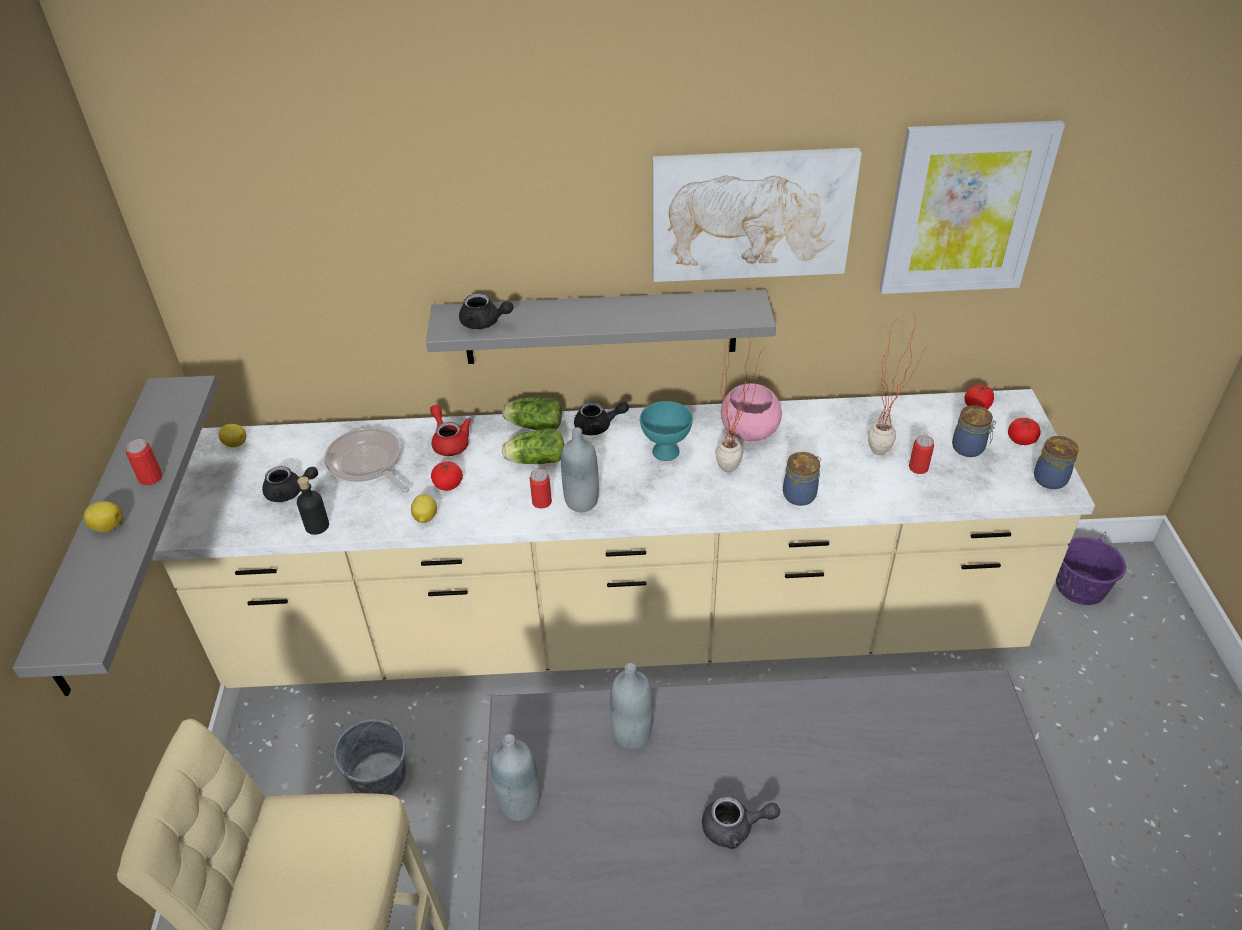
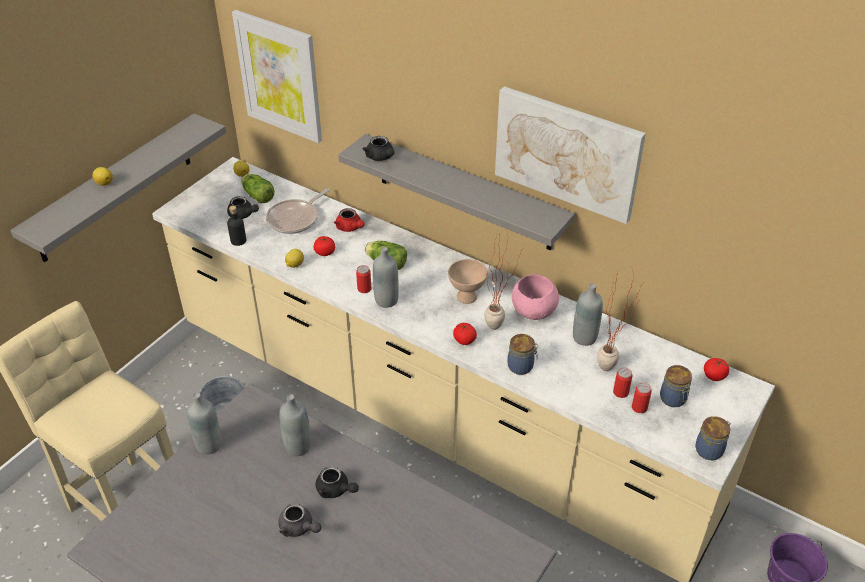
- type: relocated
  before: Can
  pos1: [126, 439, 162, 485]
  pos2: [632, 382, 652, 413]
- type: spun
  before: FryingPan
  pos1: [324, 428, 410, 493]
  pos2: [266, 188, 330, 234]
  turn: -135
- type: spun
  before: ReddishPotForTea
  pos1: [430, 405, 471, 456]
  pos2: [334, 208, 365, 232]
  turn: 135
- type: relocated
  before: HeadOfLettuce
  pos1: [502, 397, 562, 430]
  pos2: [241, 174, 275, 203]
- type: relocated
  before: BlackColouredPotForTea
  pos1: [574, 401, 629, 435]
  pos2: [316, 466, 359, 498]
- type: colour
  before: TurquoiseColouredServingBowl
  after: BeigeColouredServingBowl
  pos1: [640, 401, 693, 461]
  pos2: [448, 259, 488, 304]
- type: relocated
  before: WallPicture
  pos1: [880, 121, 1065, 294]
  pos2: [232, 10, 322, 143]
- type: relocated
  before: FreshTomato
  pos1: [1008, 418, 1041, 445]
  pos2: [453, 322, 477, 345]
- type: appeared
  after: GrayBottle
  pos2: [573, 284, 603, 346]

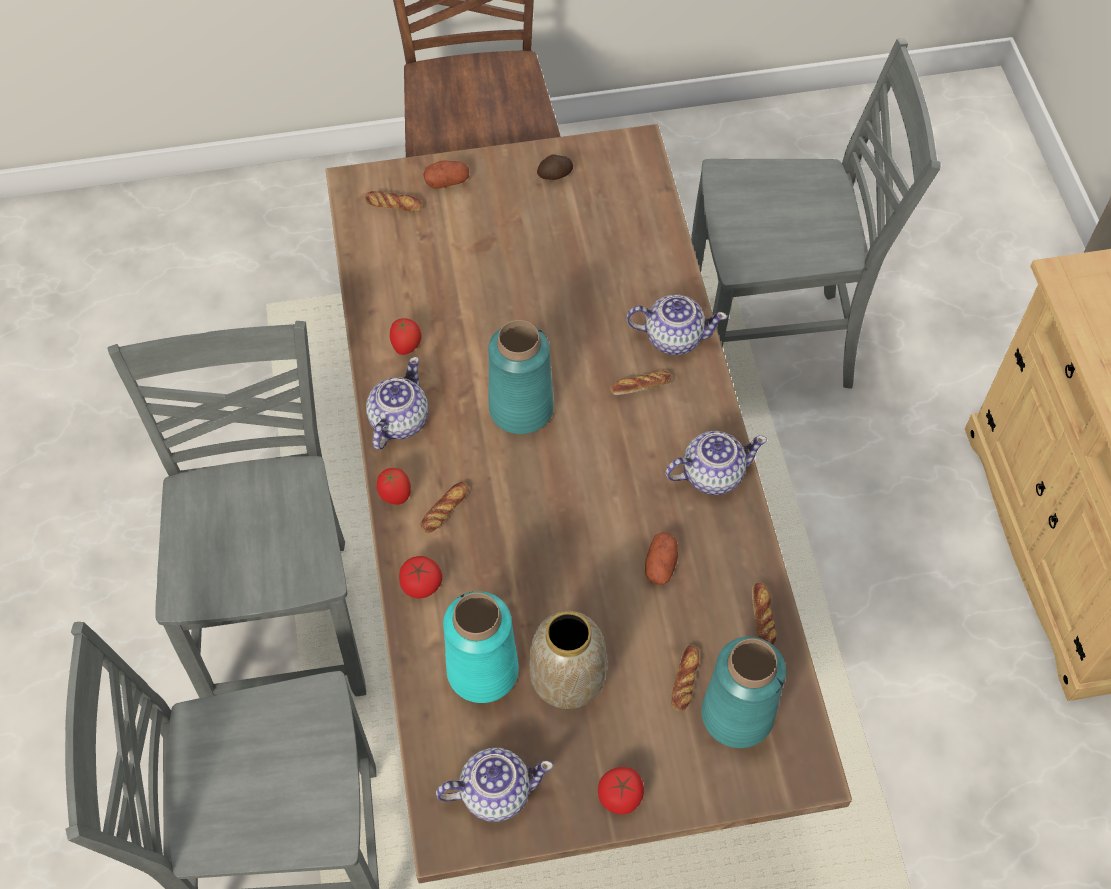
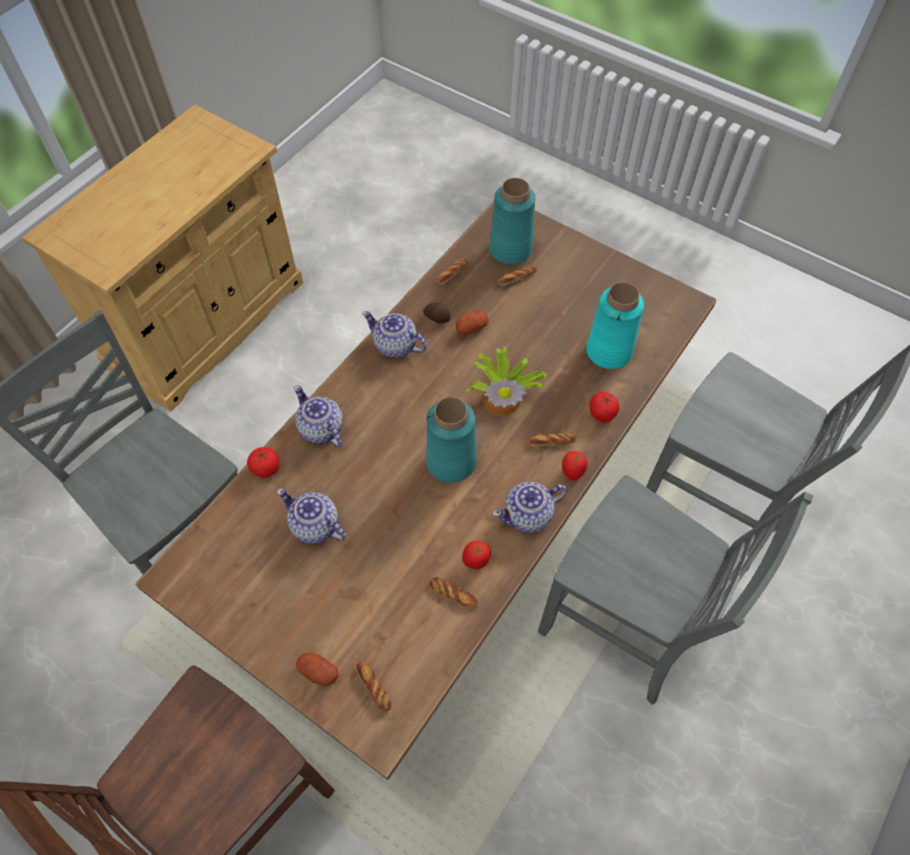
- type: spun
  before: GrayUprightChair
  pos1: [107, 321, 366, 698]
  pos2: [538, 475, 813, 705]
  turn: -90
- type: relocated
  before: PotForTea
  pos1: [436, 748, 553, 822]
  pos2: [277, 488, 347, 544]
- type: missing
  before: DecorativeVase
  pos1: [529, 611, 607, 709]
- type: relocated
  before: WholePotato
  pos1: [537, 155, 573, 180]
  pos2: [423, 302, 451, 324]
- type: relocated
  before: FreshTomato
  pos1: [598, 767, 644, 815]
  pos2: [247, 447, 280, 477]
- type: relocated
  before: BakeryBread
  pos1: [610, 370, 672, 395]
  pos2: [429, 577, 478, 609]
- type: appeared
  after: Houseplant
  pos2: [466, 346, 547, 416]

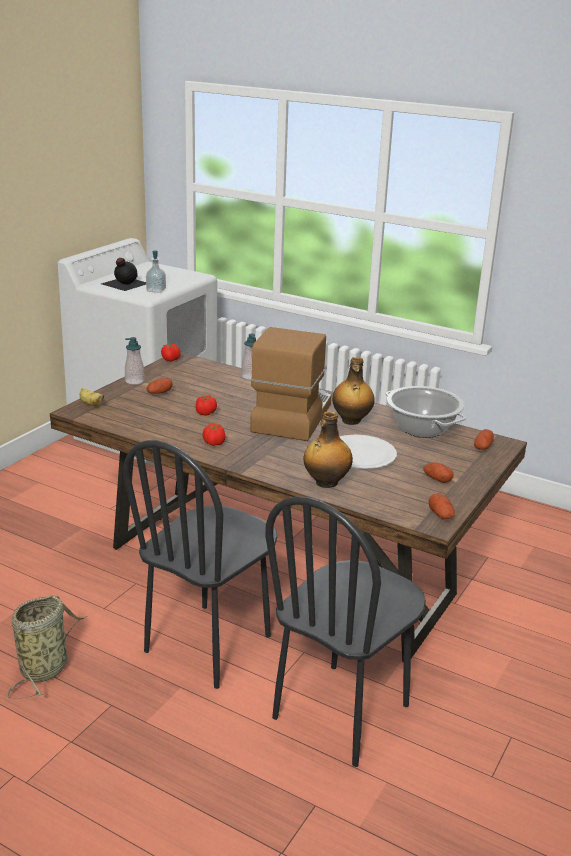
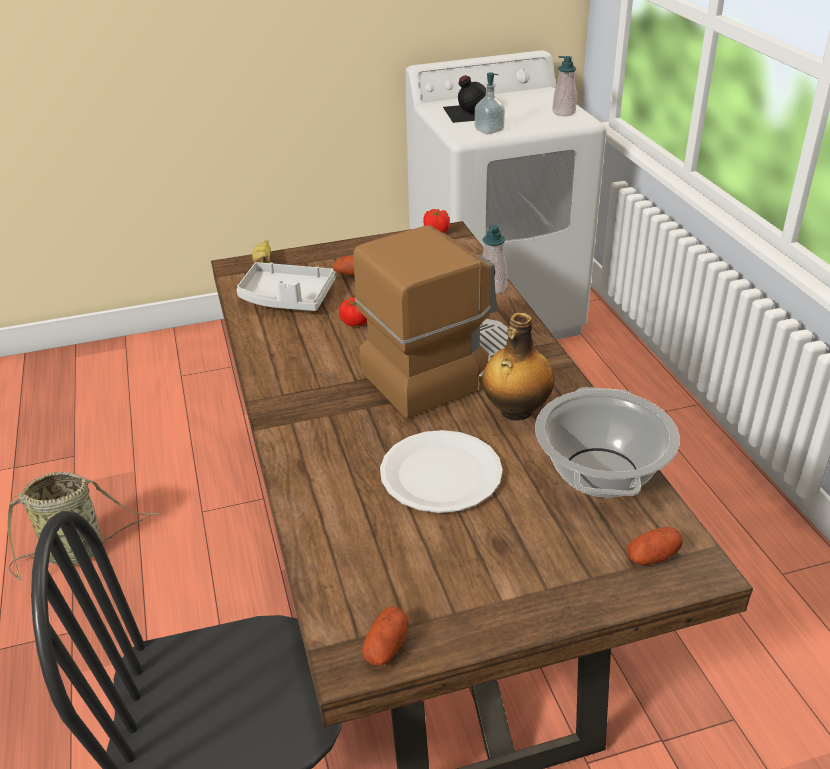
- type: missing
  before: BlackColouredUprightChair
  pos1: [123, 440, 277, 689]
- type: relocated
  before: SoapBottle
  pos1: [125, 337, 145, 385]
  pos2: [552, 56, 577, 116]
- type: missing
  before: FreshTomato
  pos1: [202, 424, 225, 446]
- type: missing
  before: Bottle
  pos1: [303, 411, 353, 488]
- type: missing
  before: WholePotato
  pos1: [424, 462, 454, 483]
- type: appeared
  after: GrayServingTray
  pos2: [236, 262, 335, 311]

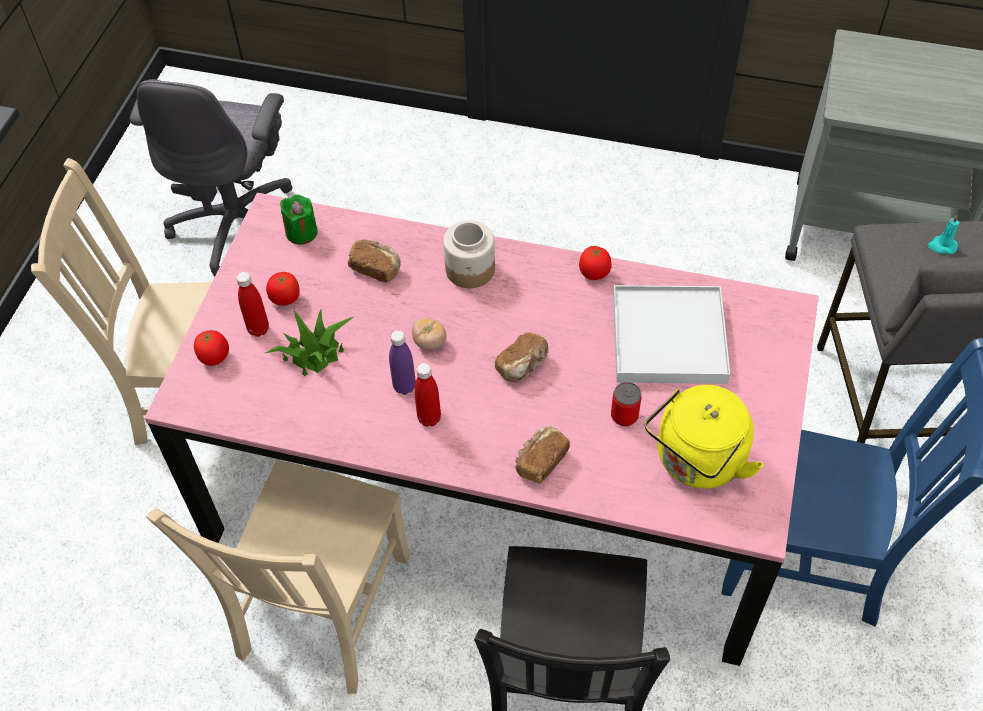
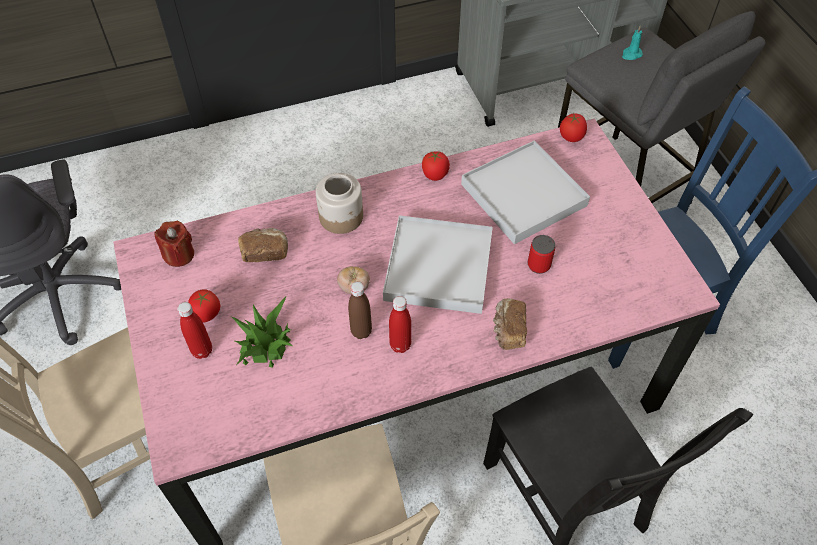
- type: relocated
  before: FreshTomato
  pos1: [194, 330, 229, 366]
  pos2: [560, 112, 587, 142]
- type: colour
  before: GreenColouredWaxCandle
  after: ReddishWaxCandle
  pos1: [280, 195, 318, 245]
  pos2: [154, 221, 194, 267]
- type: colour
  before: PurpleColouredBottle
  after: BrownColouredBottle
  pos1: [389, 330, 416, 395]
  pos2: [348, 282, 372, 339]
- type: exchanged
  before: BakeryBread
  after: WhiteColouredServingTray
  pos1: [495, 332, 549, 382]
  pos2: [383, 215, 493, 314]
- type: missing
  before: YellowTeaKettle
  pos1: [645, 385, 763, 489]

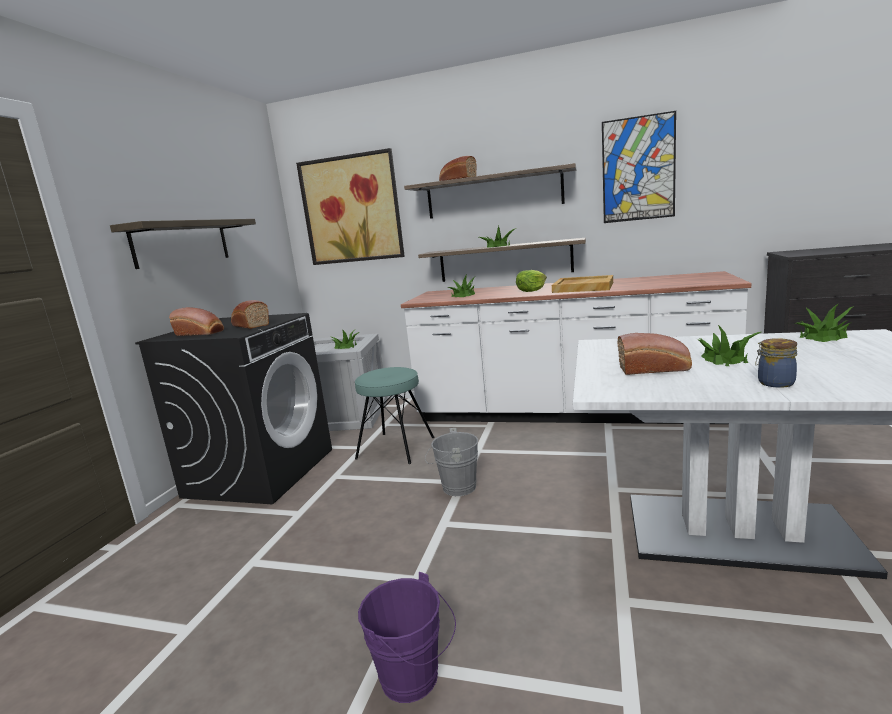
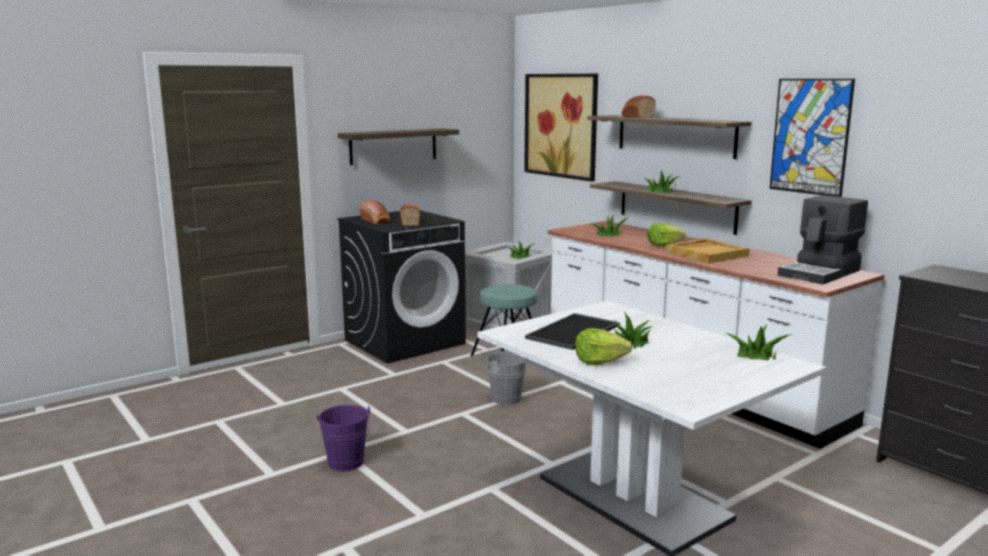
- type: exchanged
  before: BakeryBread
  after: ServingTray
  pos1: [617, 333, 692, 375]
  pos2: [525, 313, 620, 350]
- type: exchanged
  before: StorageJar
  after: HeadOfLettuce
  pos1: [755, 338, 797, 388]
  pos2: [575, 328, 632, 365]
- type: appeared
  after: CoffeeBrewer
  pos2: [778, 195, 868, 285]

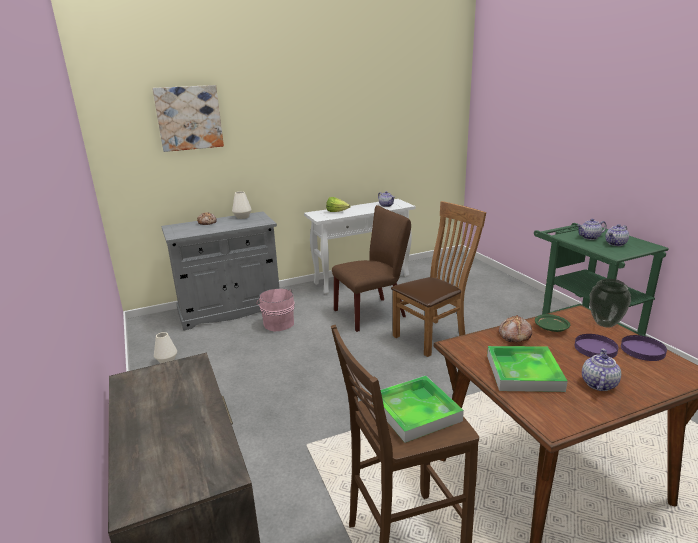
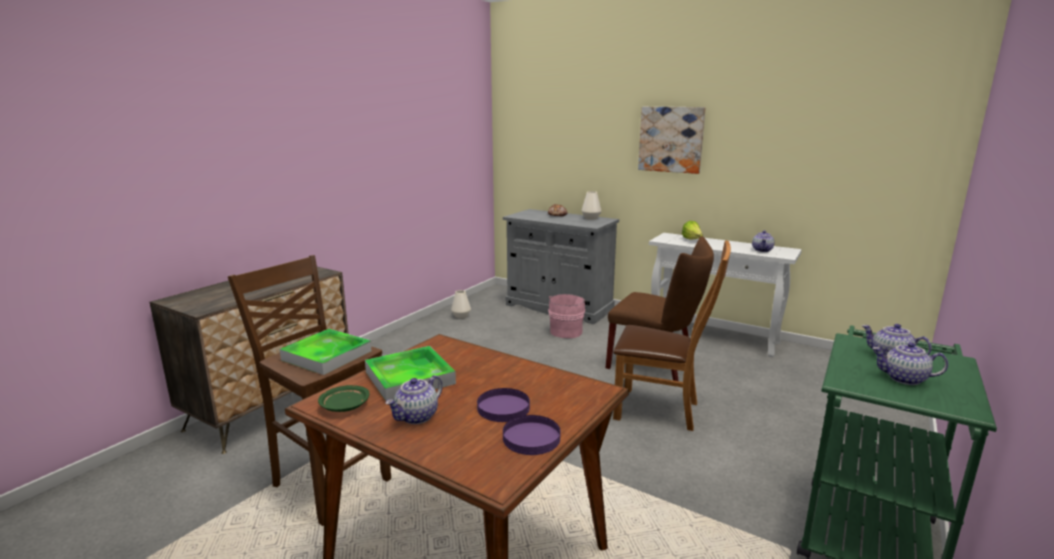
- type: relocated
  before: WallPicture
  pos1: [152, 85, 224, 152]
  pos2: [638, 107, 706, 174]
- type: missing
  before: BakeryBread
  pos1: [499, 315, 532, 342]
- type: relocated
  before: GreenColouredPlate
  pos1: [535, 314, 570, 332]
  pos2: [318, 385, 369, 412]
- type: spun
  before: PotForTea
  pos1: [582, 349, 621, 391]
  pos2: [385, 375, 443, 424]
  turn: 135
- type: missing
  before: DecorativeVase
  pos1: [590, 279, 631, 328]

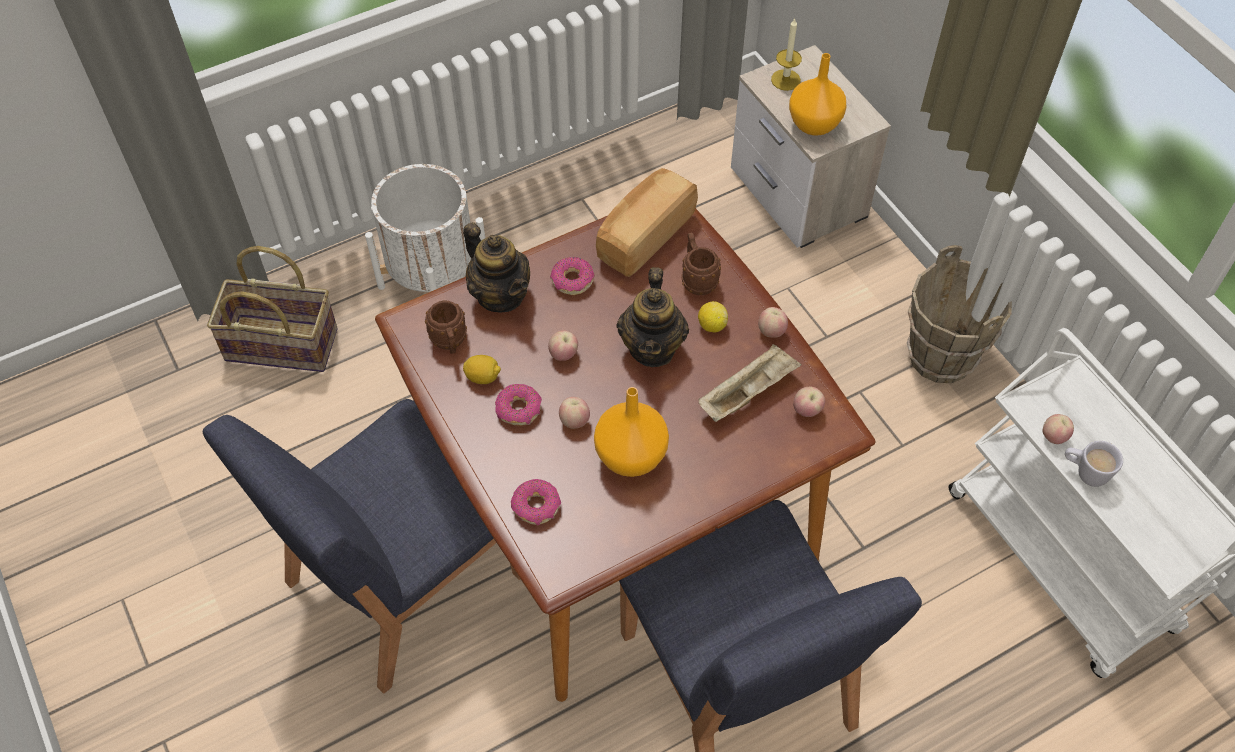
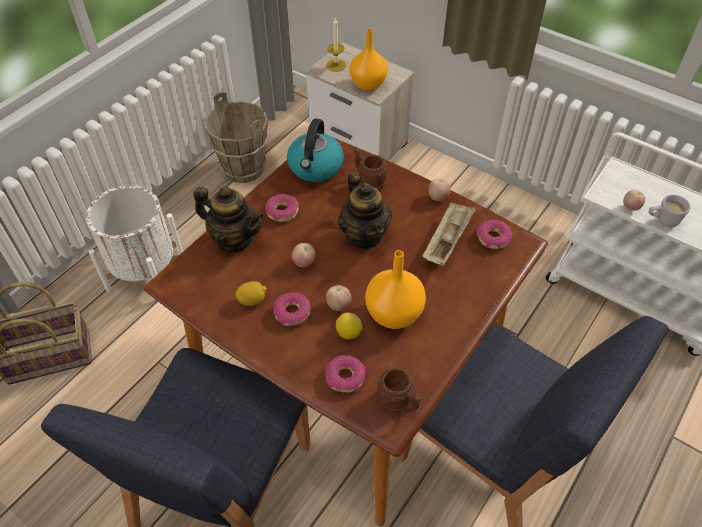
- type: relocated
  before: BrownColouredCoffeeMug
  pos1: [425, 301, 467, 354]
  pos2: [377, 368, 421, 413]
- type: exchanged
  before: BakeryBread
  after: TeaKettle
  pos1: [596, 168, 698, 277]
  pos2: [287, 119, 344, 182]
- type: relocated
  before: Lemon
  pos1: [698, 301, 728, 332]
  pos2: [336, 312, 362, 340]
- type: exchanged
  before: Apple
  after: Donut
  pos1: [793, 387, 825, 417]
  pos2: [476, 219, 512, 249]
- type: relocated
  before: BrownColouredWaterBucket
  pos1: [907, 245, 1012, 383]
  pos2: [205, 92, 269, 183]

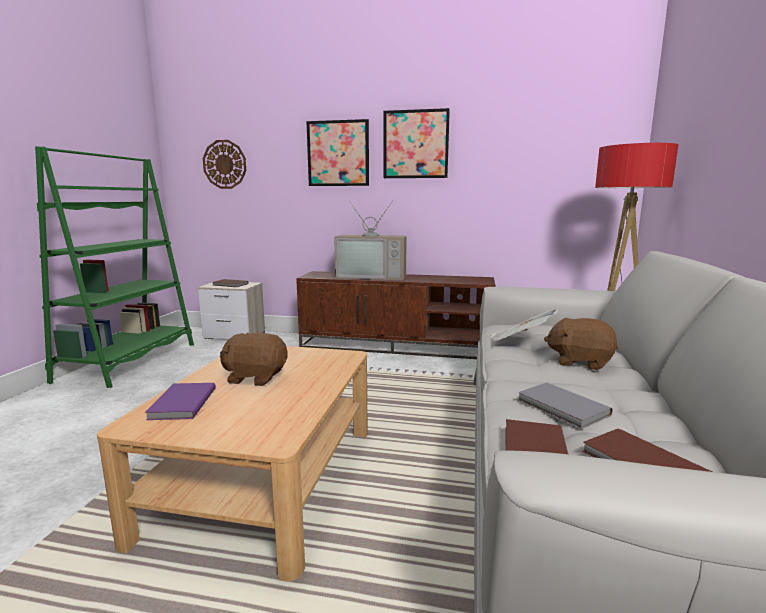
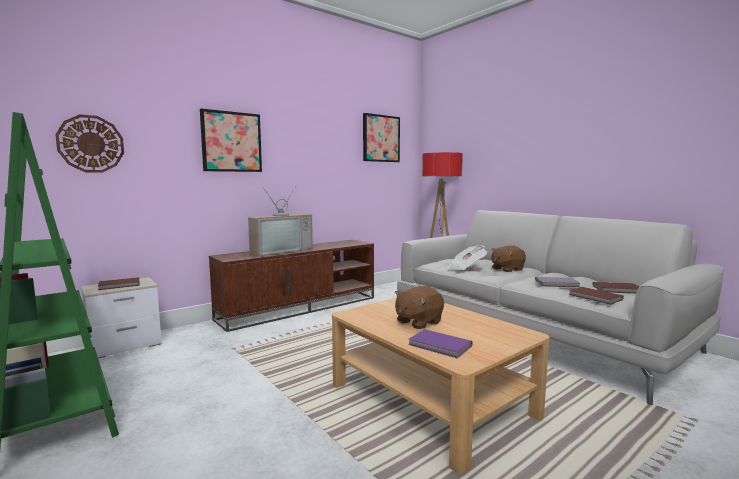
- type: relocated
  before: WallPicture
  pos1: [384, 108, 450, 178]
  pos2: [363, 113, 400, 162]

